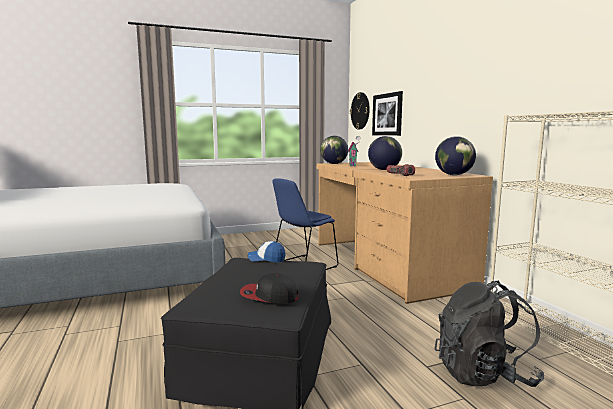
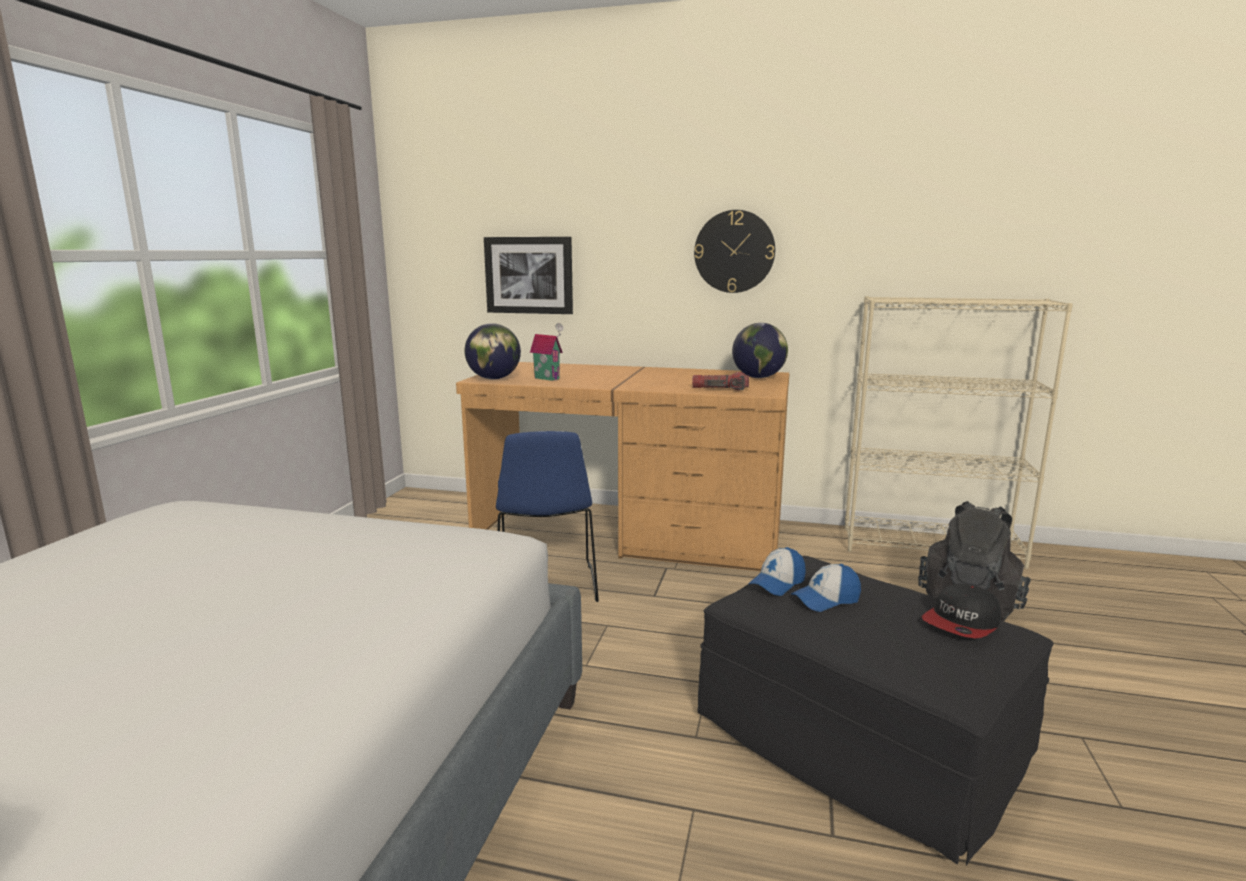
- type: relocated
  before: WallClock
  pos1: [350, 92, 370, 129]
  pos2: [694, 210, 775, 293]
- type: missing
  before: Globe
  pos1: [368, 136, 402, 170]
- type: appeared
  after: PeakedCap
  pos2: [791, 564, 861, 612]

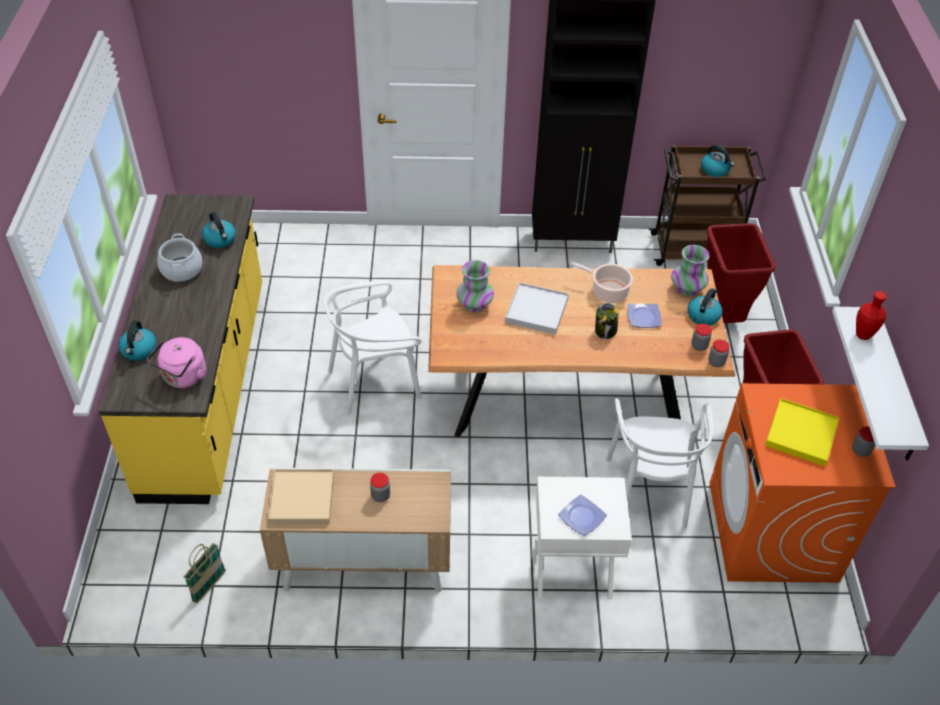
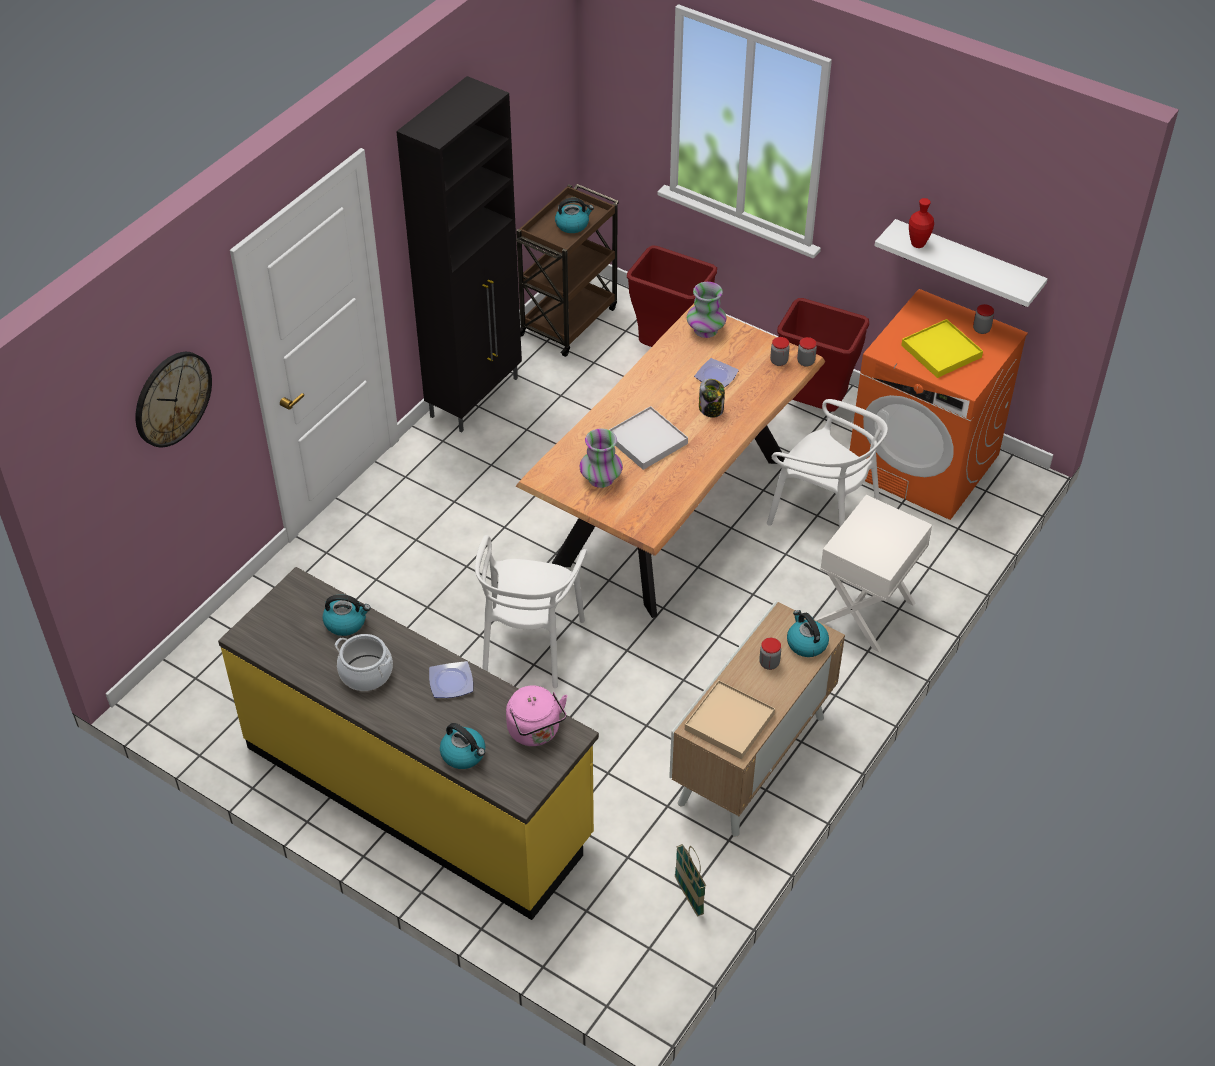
- type: relocated
  before: Plate
  pos1: [558, 495, 607, 536]
  pos2: [429, 661, 473, 698]
- type: missing
  before: Saucepot
  pos1: [570, 262, 633, 303]
- type: relocated
  before: TeaKettle
  pos1: [688, 288, 722, 325]
  pos2: [787, 610, 829, 657]
- type: appeared
  after: WallClock
  pos2: [136, 352, 212, 447]

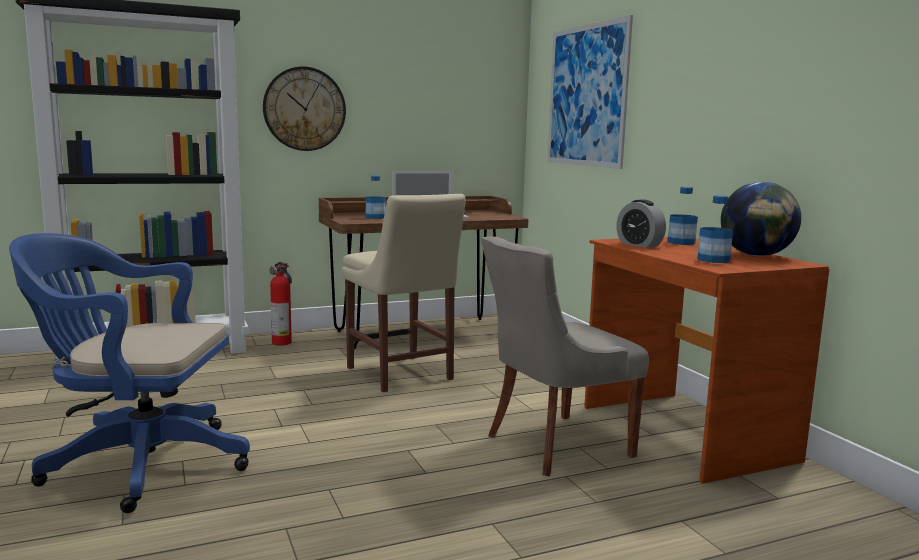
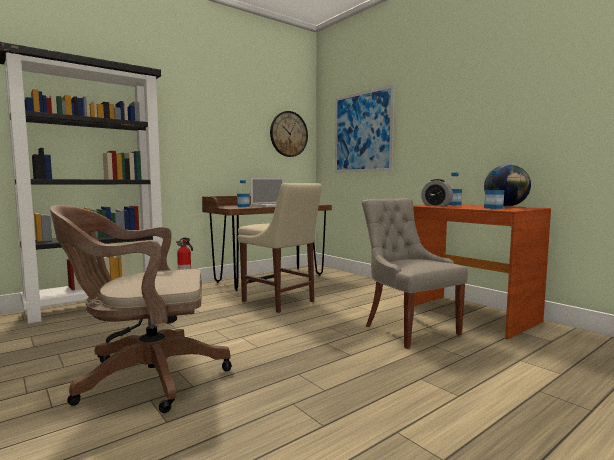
- type: colour
  before: BluishComputerChair
  after: BrownColouredComputerChair
  pos1: [9, 233, 250, 513]
  pos2: [50, 205, 232, 413]
- type: relocated
  before: WallClock
  pos1: [263, 66, 346, 151]
  pos2: [270, 111, 308, 157]
- type: spun
  before: GrayUprightChair
  pos1: [481, 236, 649, 476]
  pos2: [362, 198, 468, 349]
  turn: 105

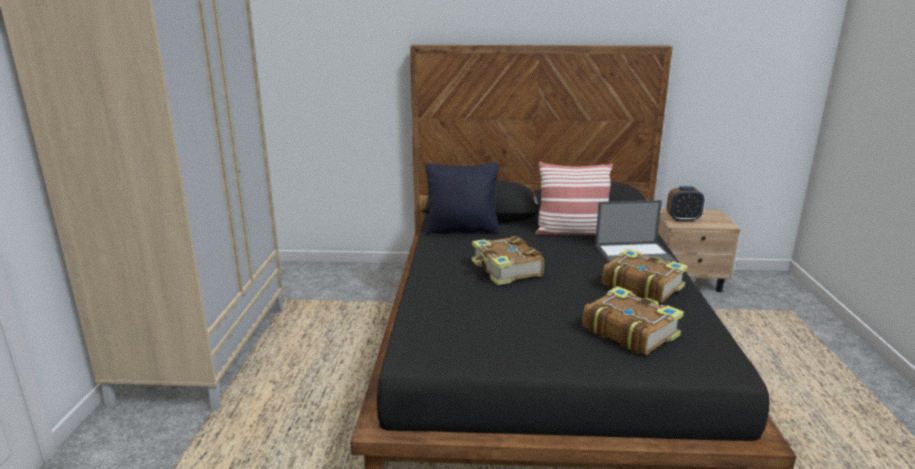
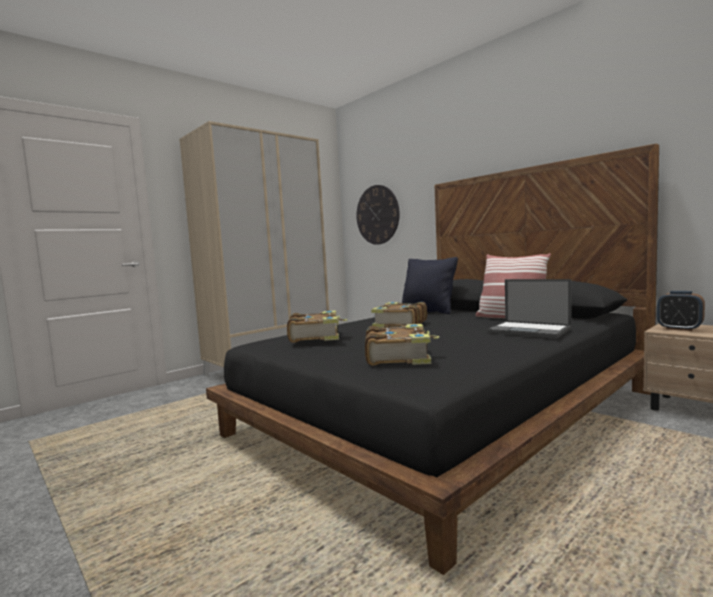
- type: relocated
  before: BoundBook
  pos1: [602, 249, 688, 303]
  pos2: [287, 310, 348, 343]
- type: appeared
  after: WallClock
  pos2: [356, 185, 400, 245]

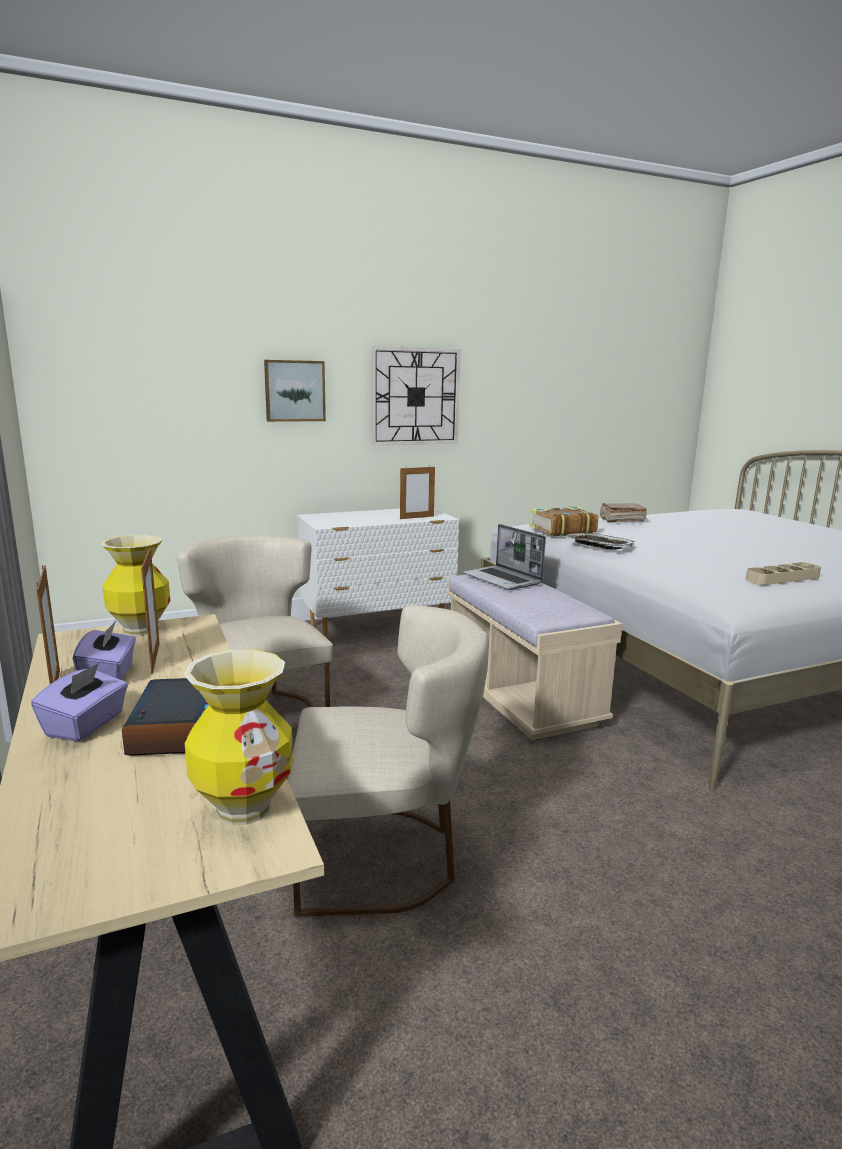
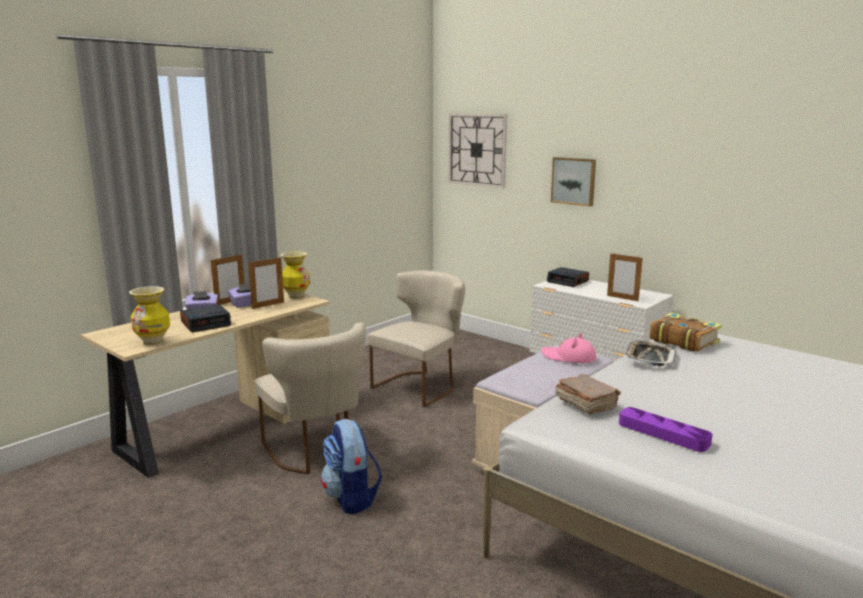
- type: relocated
  before: WallClock
  pos1: [371, 346, 461, 446]
  pos2: [448, 114, 507, 188]
- type: exchanged
  before: NotebookComputer
  after: PinkColouredWearableHat
  pos1: [463, 524, 546, 590]
  pos2: [541, 333, 596, 363]
- type: relocated
  before: BrownColouredBoundBook
  pos1: [600, 503, 647, 522]
  pos2: [555, 374, 621, 414]
- type: colour
  before: BeigeColouredServingTray
  after: PurpleColouredServingTray
  pos1: [746, 562, 821, 585]
  pos2: [619, 407, 712, 452]
- type: appeared
  after: Backpack
  pos2: [321, 419, 382, 514]
- type: appeared
  after: BedsideClock
  pos2: [547, 267, 589, 287]

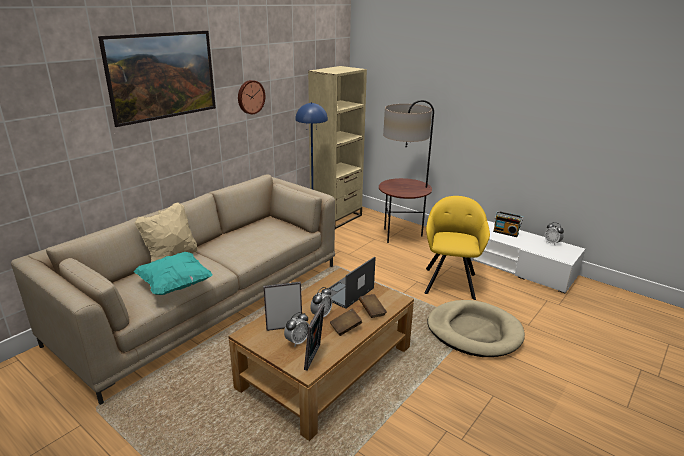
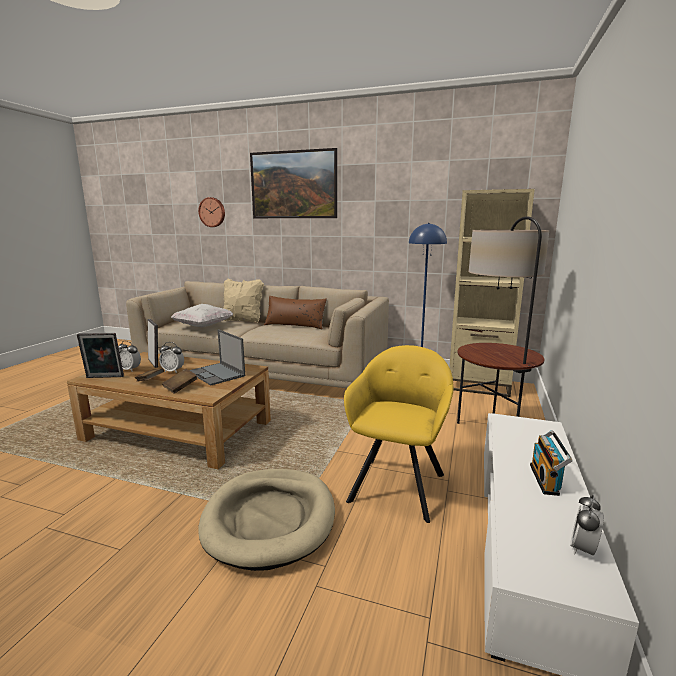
- type: colour
  before: TurquoiseColouredPillow
  after: WhiteColouredPillow
  pos1: [134, 252, 213, 295]
  pos2: [171, 304, 233, 327]
- type: relocated
  before: WallClock
  pos1: [238, 80, 265, 114]
  pos2: [198, 197, 225, 227]
- type: spun
  before: NotebookComputer
  pos1: [323, 256, 376, 309]
  pos2: [189, 329, 245, 386]
  turn: -150
- type: spun
  before: YellowLoungeChair
  pos1: [424, 196, 490, 300]
  pos2: [344, 345, 453, 523]
  turn: -60
- type: appeared
  after: BrownColouredPillow
  pos2: [264, 296, 327, 329]

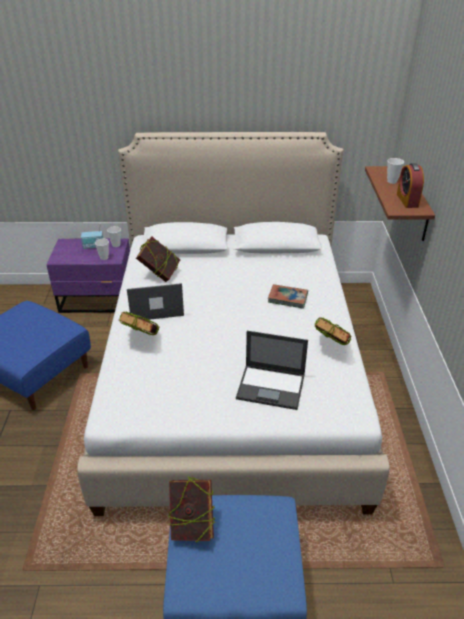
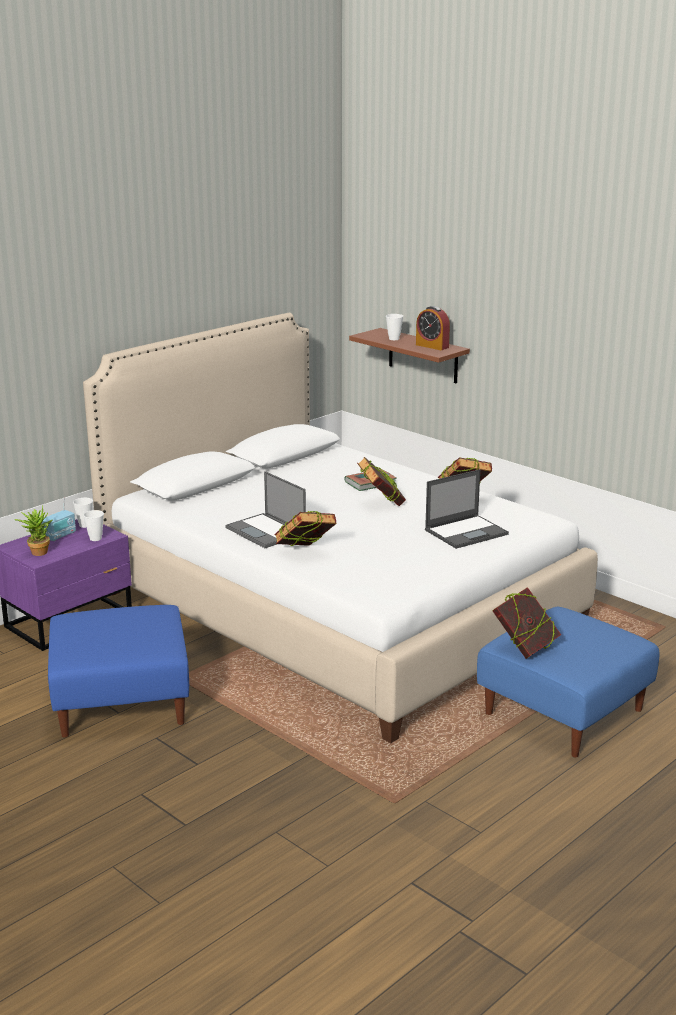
- type: spun
  before: NotebookComputer
  pos1: [127, 283, 184, 320]
  pos2: [225, 471, 306, 548]
  turn: -75
- type: relocated
  before: BoundBook
  pos1: [136, 236, 180, 282]
  pos2: [357, 457, 406, 506]
- type: appeared
  after: Houseplant
  pos2: [14, 505, 52, 556]

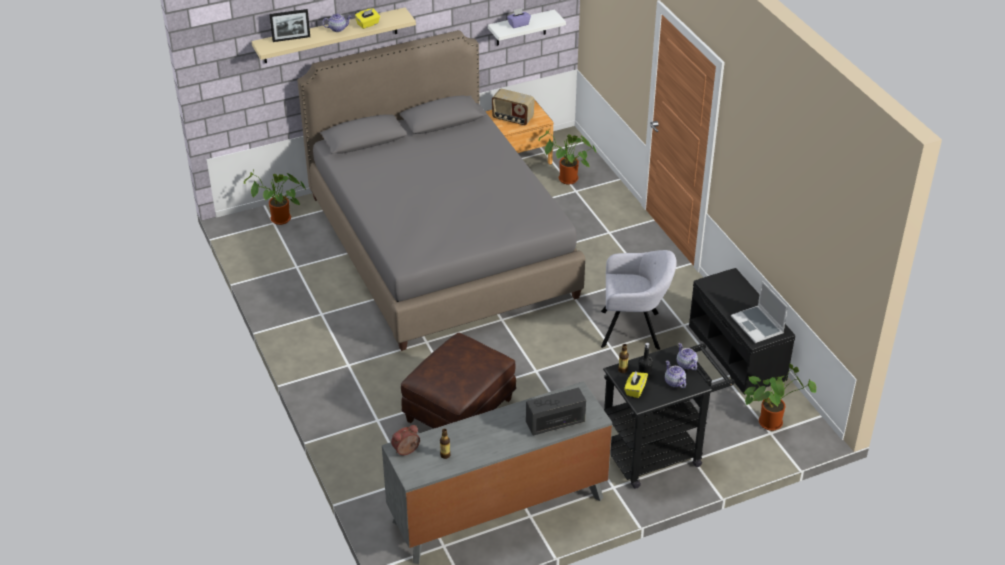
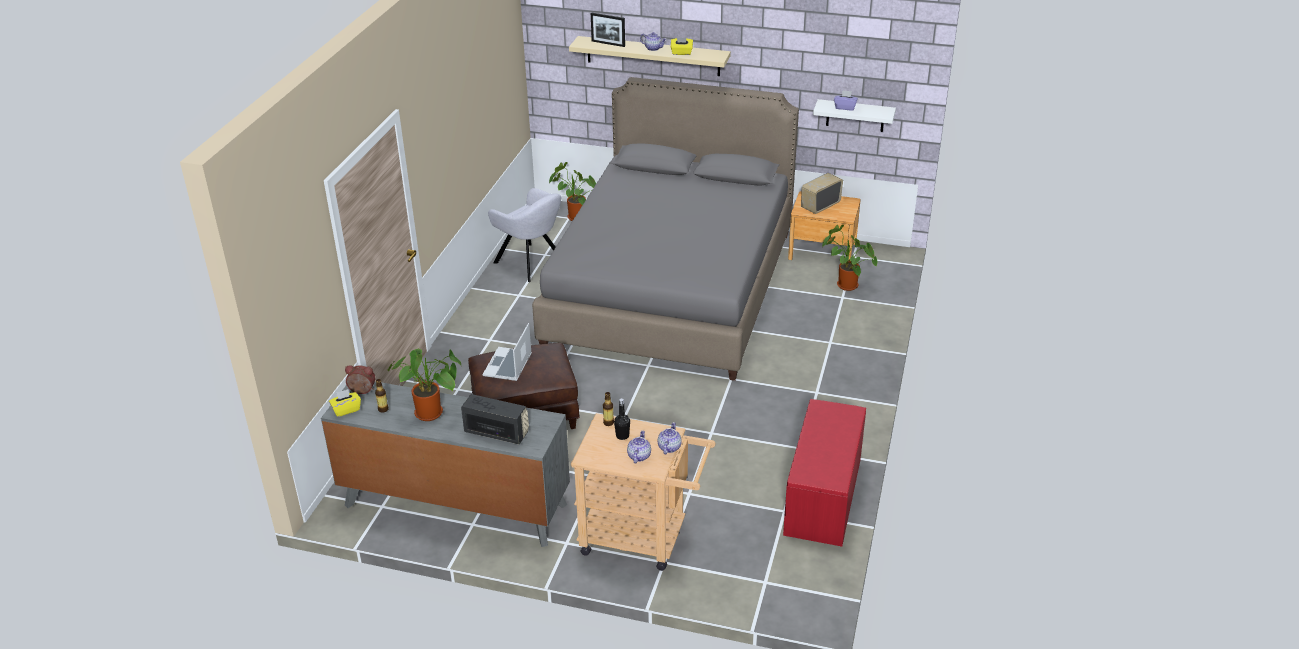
- type: spun
  before: RadioSet
  pos1: [492, 89, 535, 126]
  pos2: [801, 173, 843, 214]
  turn: 75
- type: relocated
  before: GrayLoungeChair
  pos1: [601, 250, 677, 350]
  pos2: [488, 188, 561, 282]
- type: colour
  before: BlackColouredTrolley
  after: BeigeColouredTrolley
  pos1: [603, 343, 735, 488]
  pos2: [571, 413, 716, 571]
- type: relocated
  before: YellowBoxOfTissues
  pos1: [624, 372, 648, 398]
  pos2: [329, 389, 361, 417]
- type: colour
  before: BlackColouredLongSeat
  after: ReddishLongSeat
  pos1: [689, 268, 795, 395]
  pos2: [783, 399, 866, 547]
- type: relocated
  before: NotebookComputer
  pos1: [731, 281, 788, 343]
  pos2: [482, 323, 532, 381]
- type: relocated
  before: Houseplant
  pos1: [744, 364, 816, 431]
  pos2: [387, 348, 461, 421]

